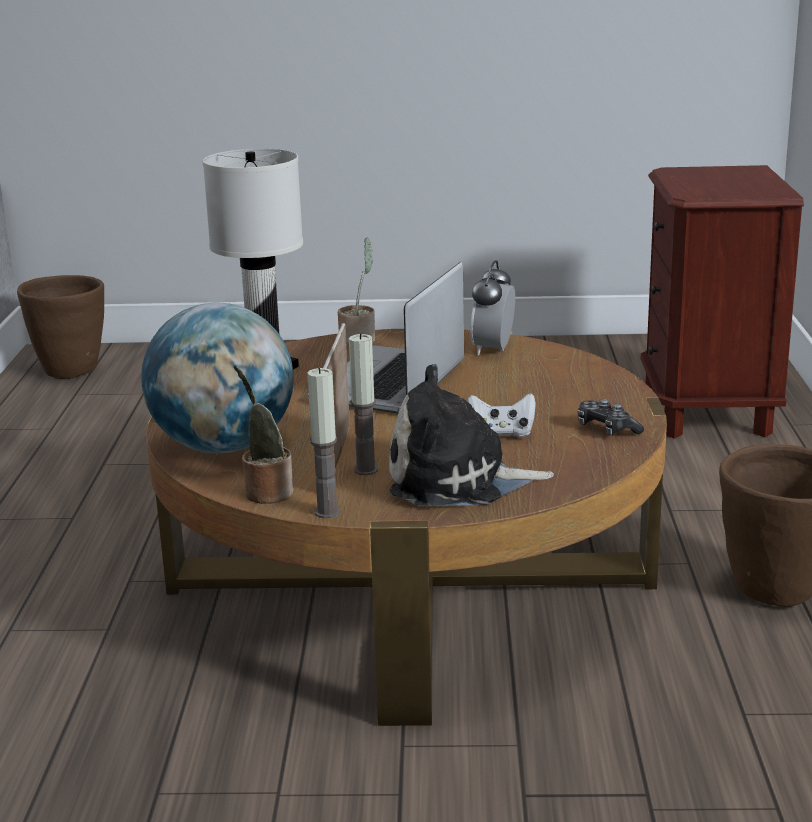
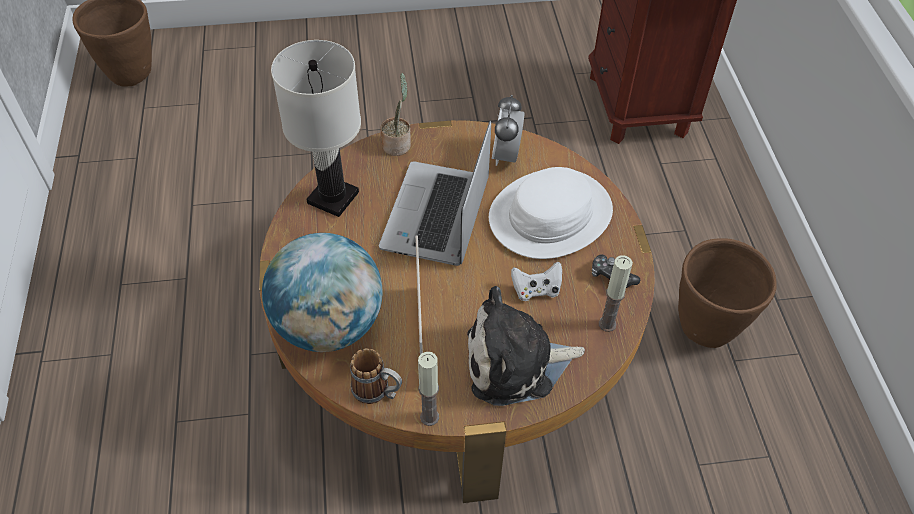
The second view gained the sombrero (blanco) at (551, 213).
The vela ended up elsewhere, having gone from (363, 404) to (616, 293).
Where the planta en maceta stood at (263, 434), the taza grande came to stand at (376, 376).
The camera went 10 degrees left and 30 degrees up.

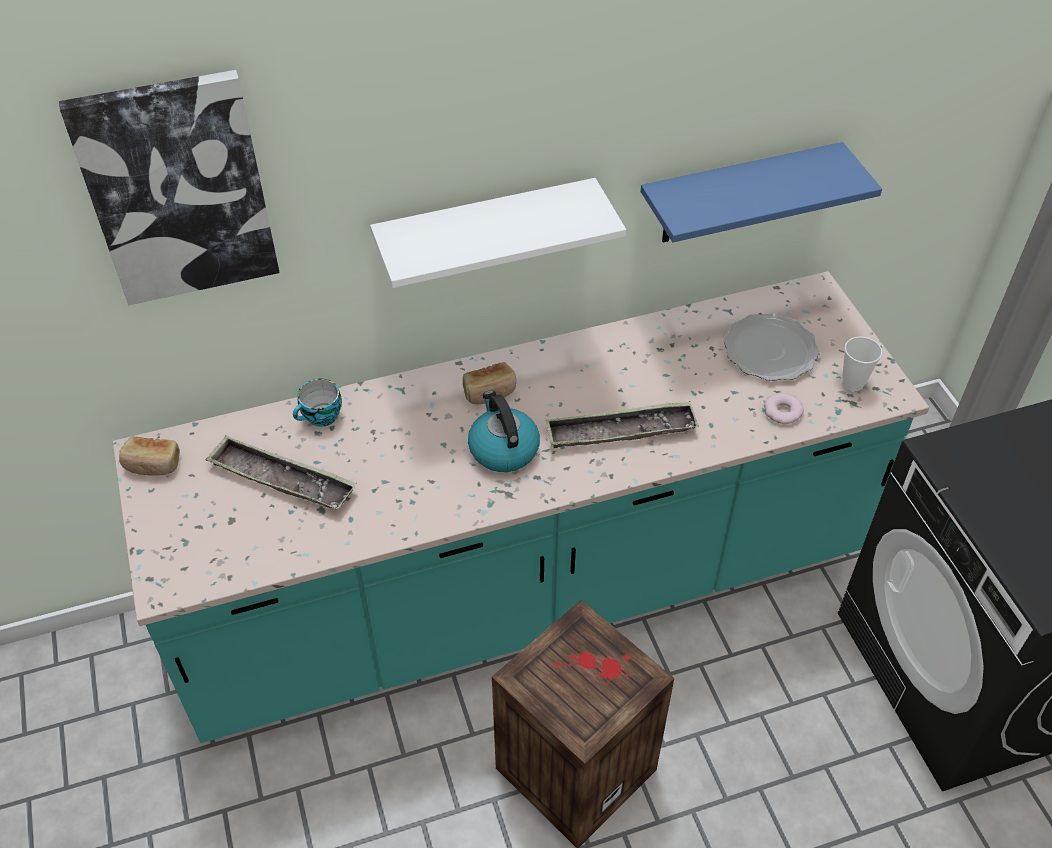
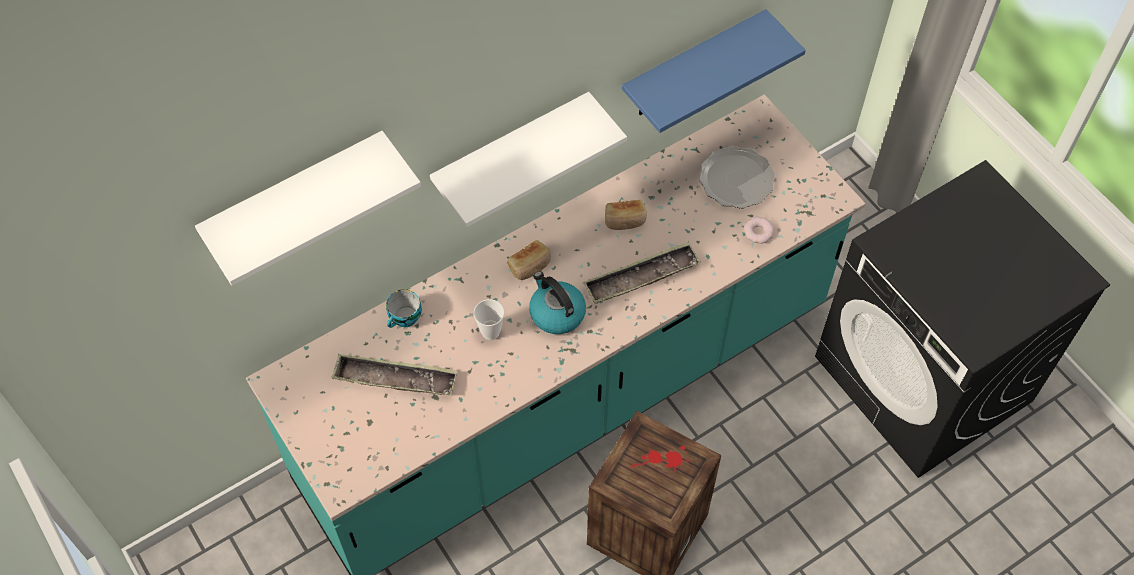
The pan ended up elsewhere, having gone from (149, 456) to (626, 215).
The taza ended up elsewhere, having gone from (862, 364) to (489, 319).
Where the cuadro hung at (169, 187), the estante (blanco) came to hang at (308, 208).
The camera went 15 degrees left and 10 degrees up.

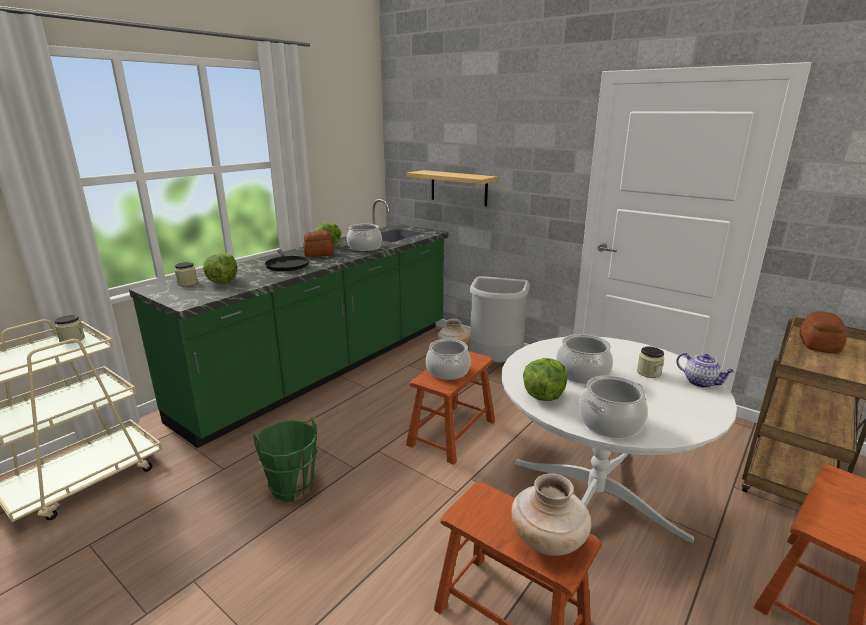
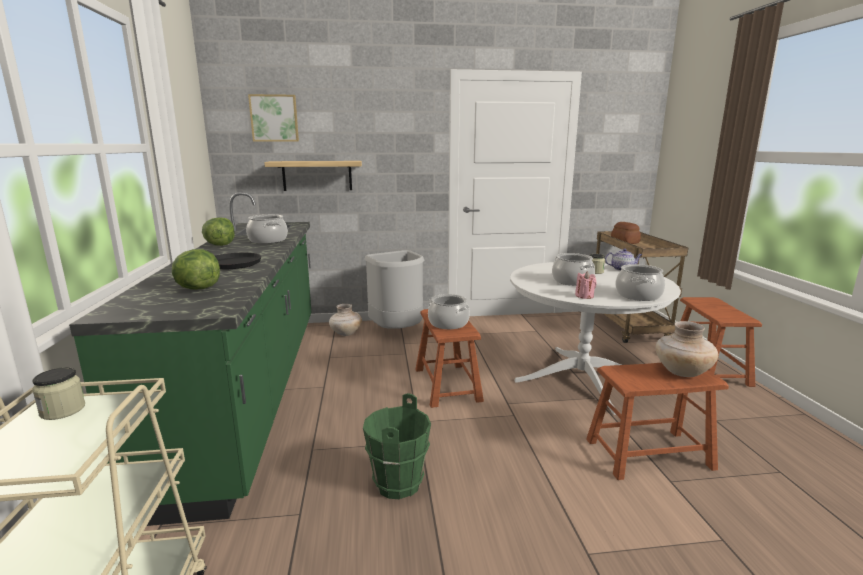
The second view lost the tarro at (186, 274).
The second view lost the pan at (318, 244).
The second view gained the cuadro at (273, 118).
Where the lechuga stood at (545, 379), the vela (rosa) came to stand at (586, 285).
The camera went 45 degrees left and 5 degrees down.

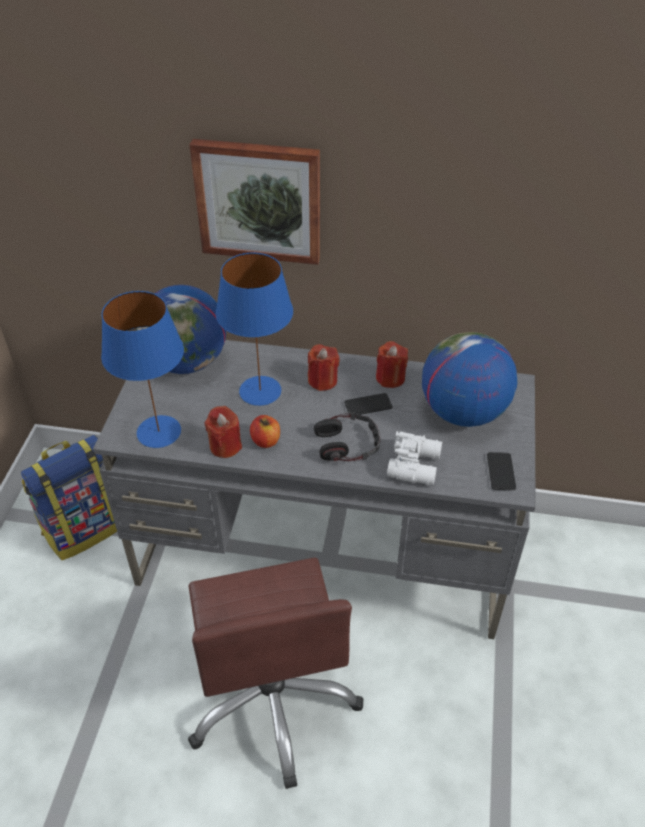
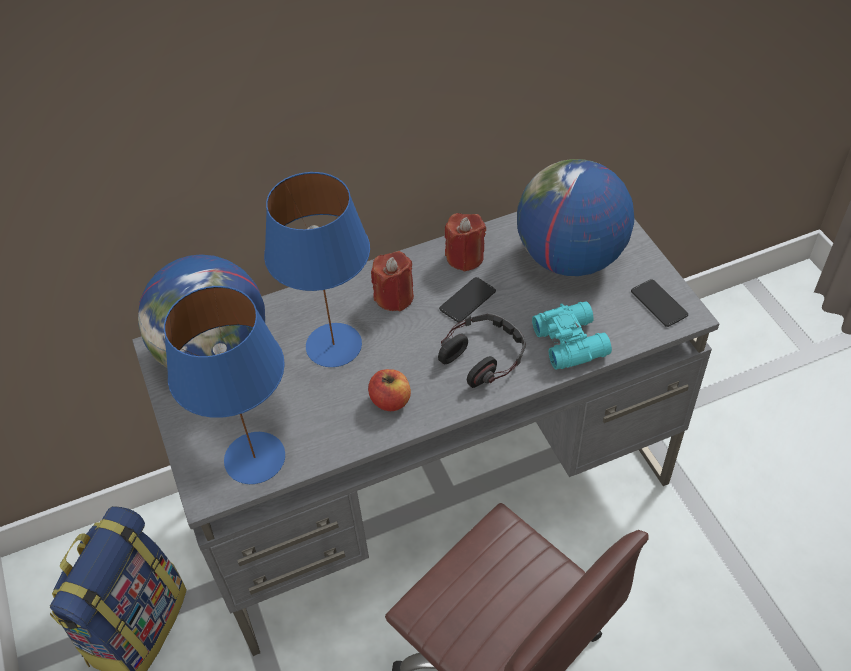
The second view lost the cuadro at (254, 202).
The second view lost the vela (rojo) at (223, 432).
What was the prismáticos (blanco) at (414, 458) turned into the prismáticos (turquesa) at (572, 335).
The camera went 30 degrees left and 5 degrees up.

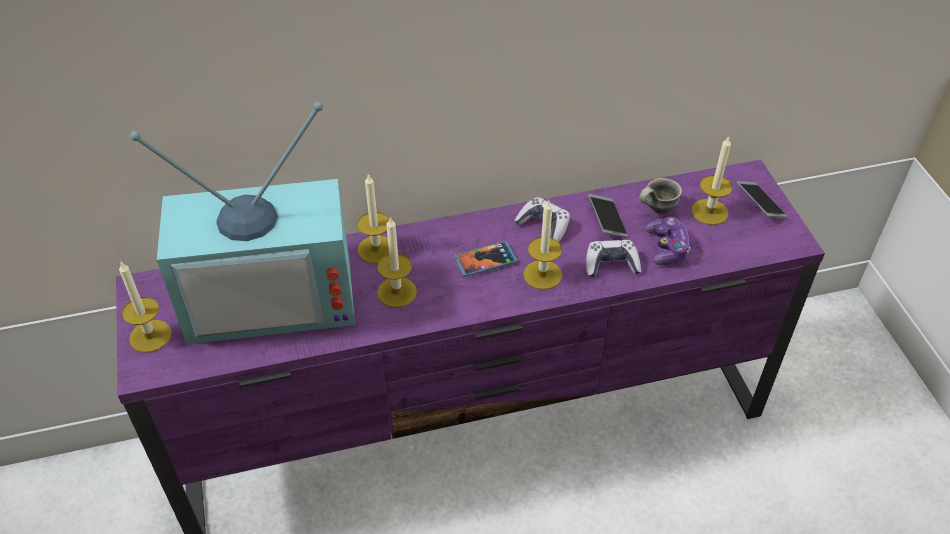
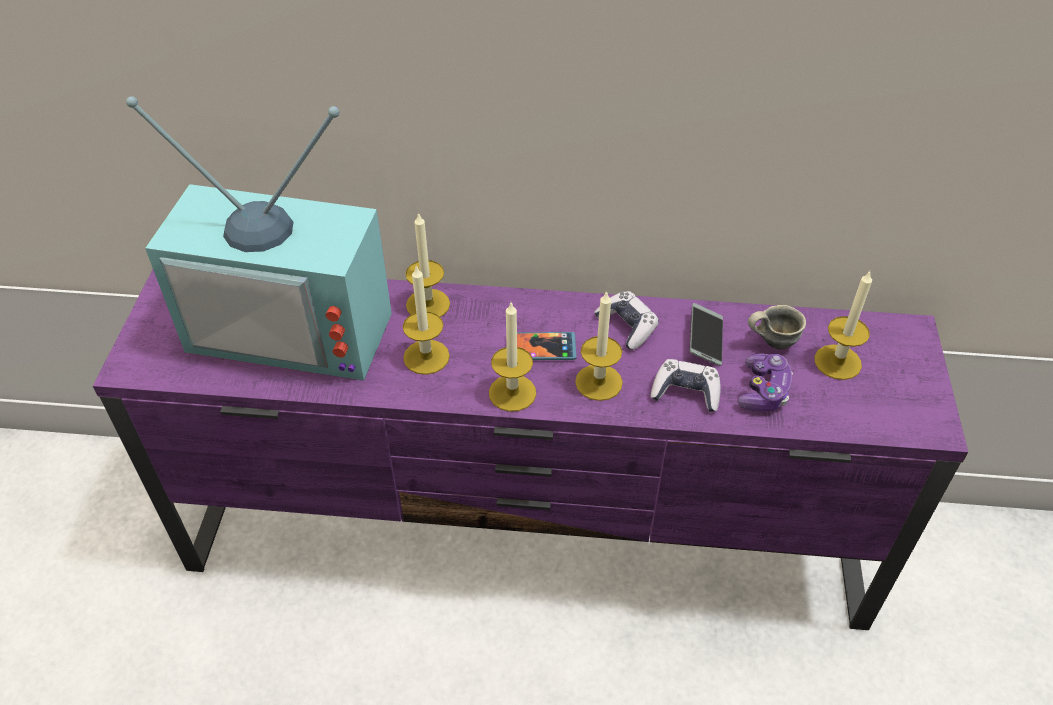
The second view lost the móvil at (762, 199).
The vela ended up elsewhere, having gone from (145, 307) to (512, 357).
The camera went 20 degrees right and 0 degrees up.

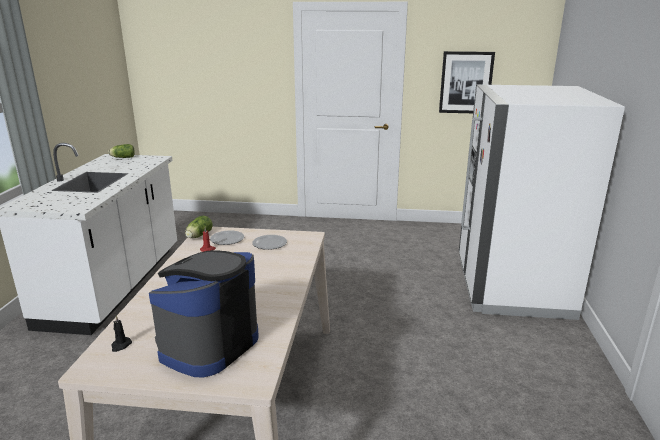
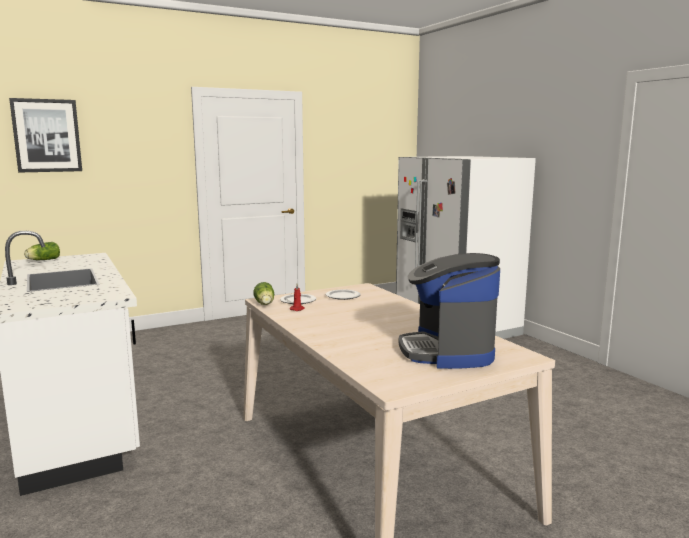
The second view lost the vela (negro) at (121, 333).
The cuadro ended up elsewhere, having gone from (467, 82) to (45, 135).
The camera went 35 degrees left and 10 degrees down.

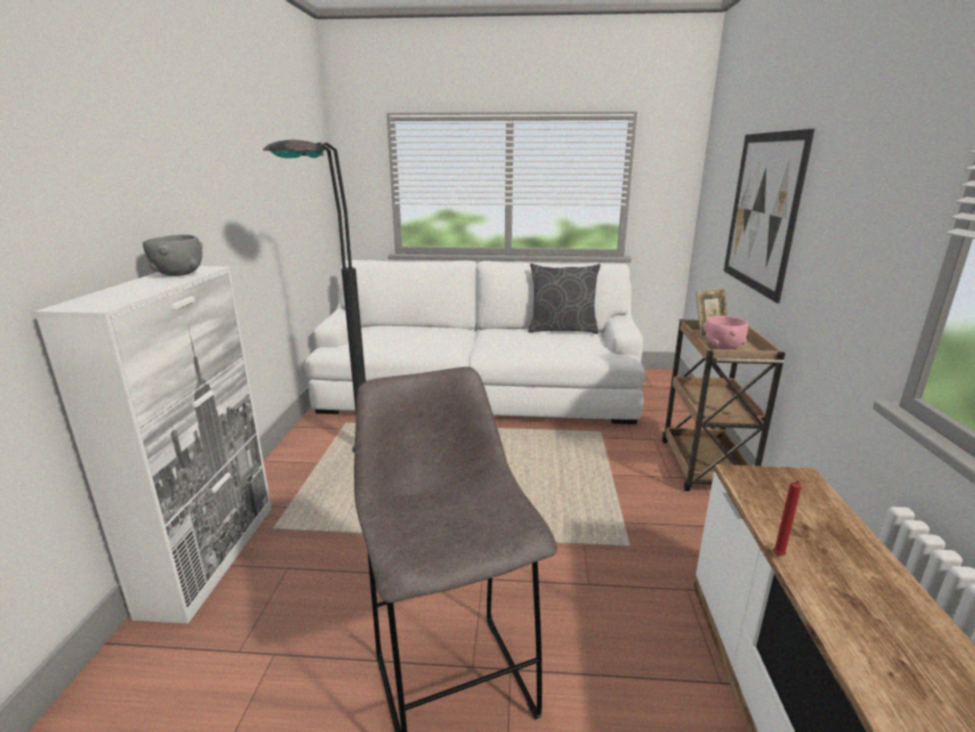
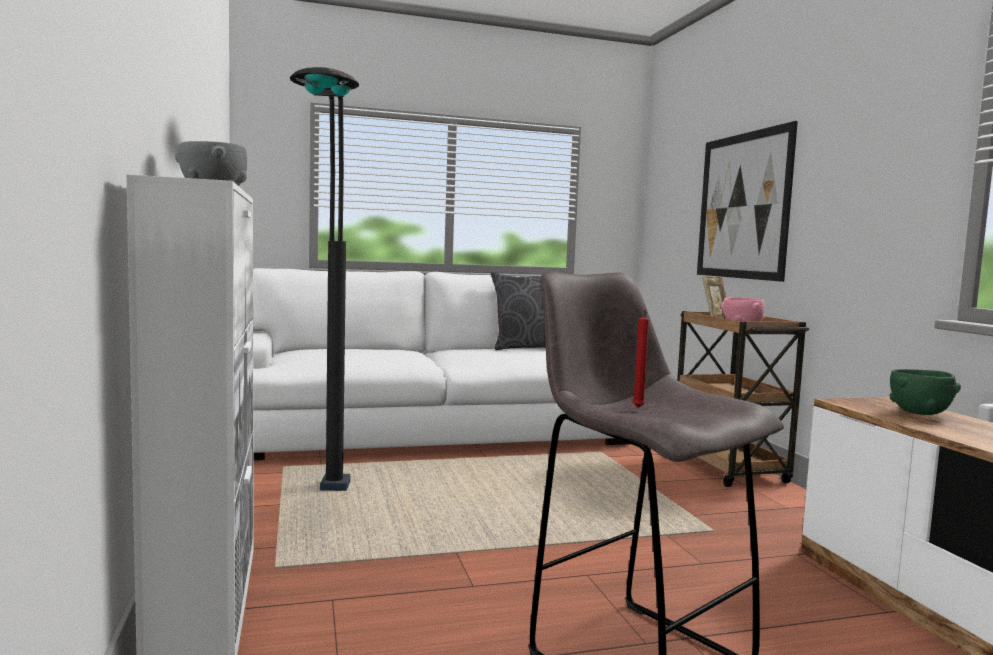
The second view gained the cuenco (verde) at (925, 392).
The vela (rojo) ended up elsewhere, having gone from (787, 518) to (640, 358).
The camera went 20 degrees left and 15 degrees down.

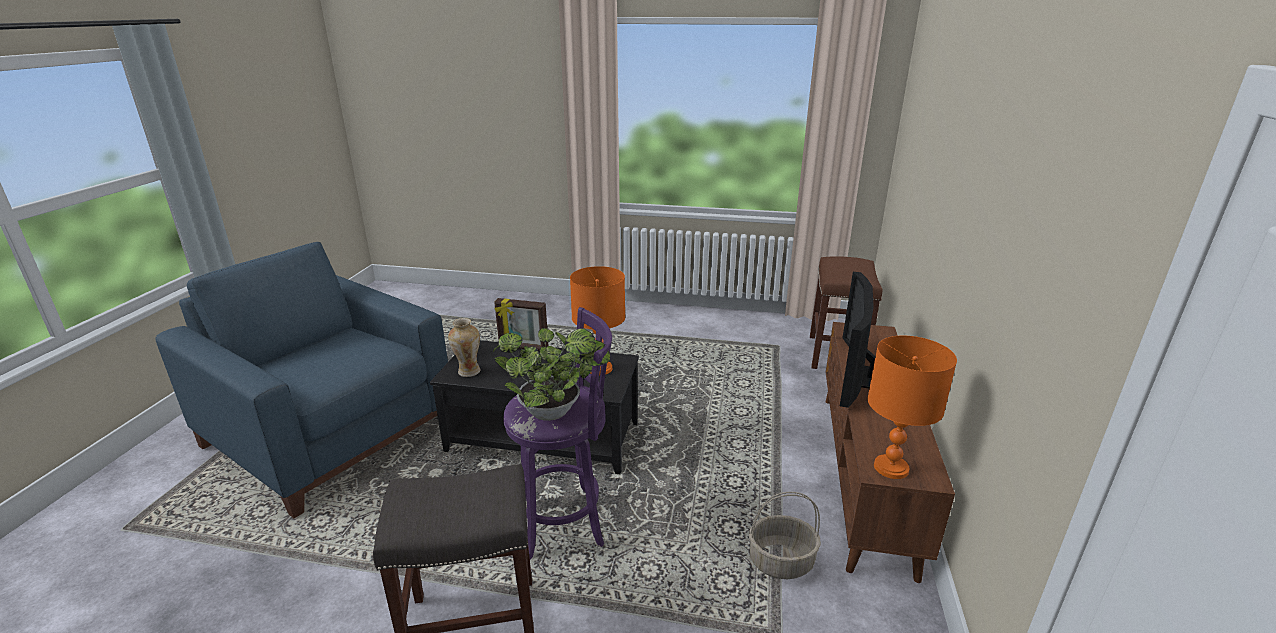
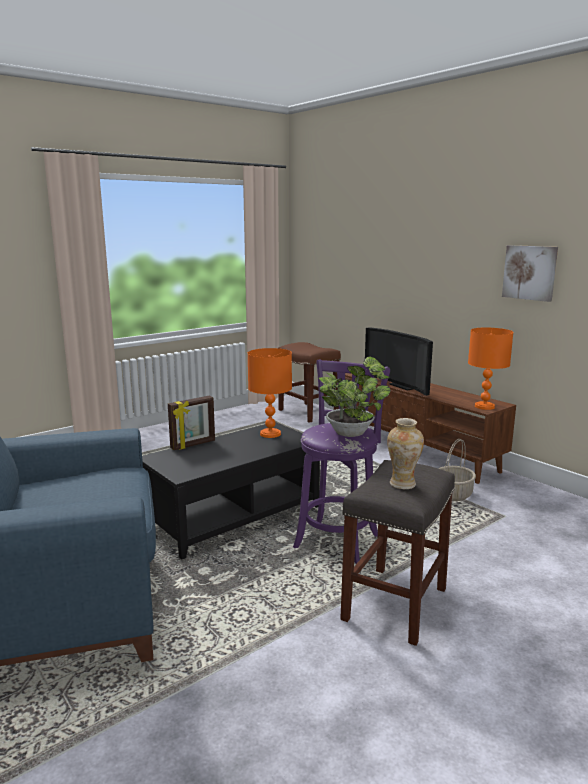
The second view gained the cuadro at (530, 273).
The florero ended up elsewhere, having gone from (464, 347) to (405, 453).
The camera went 50 degrees left and 10 degrees down.

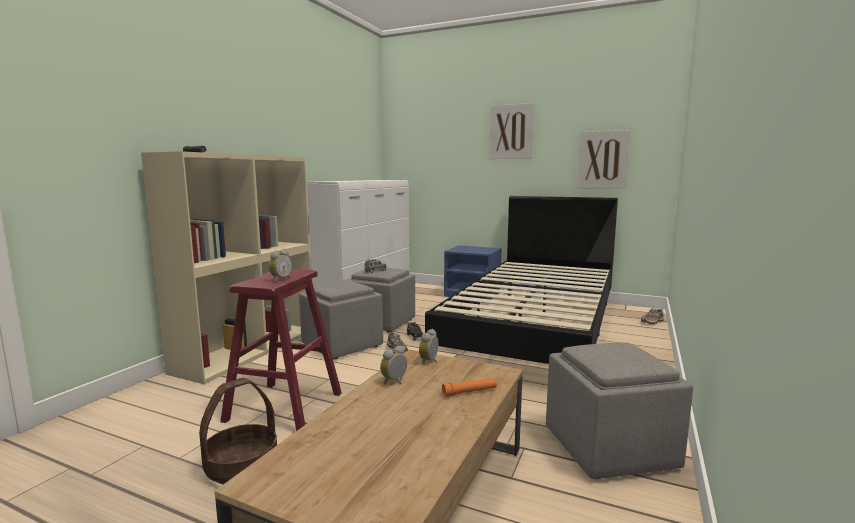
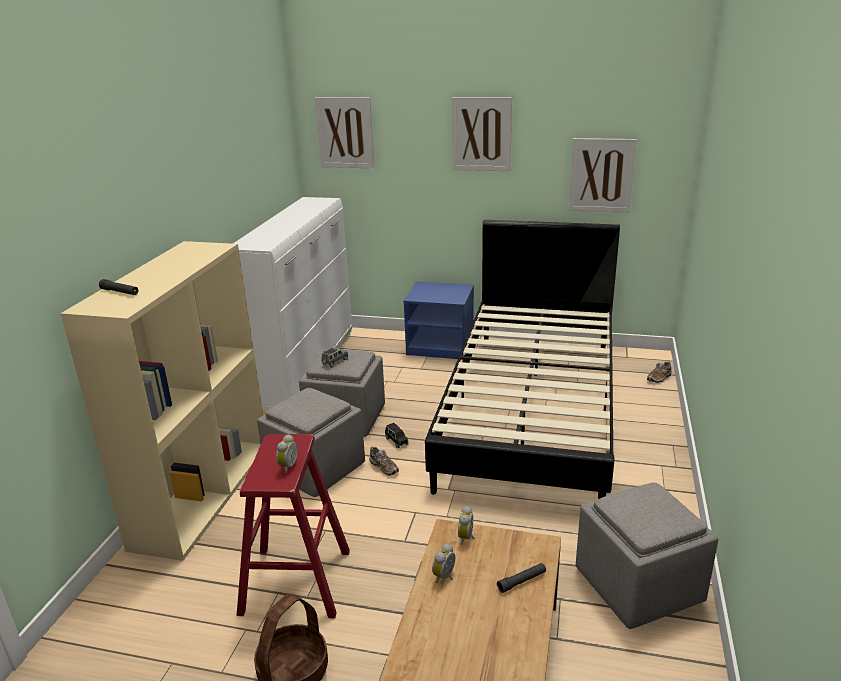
The second view gained the cuadro at (344, 132).
What was the linterna (naranja) at (469, 387) turned into the linterna (negro) at (521, 578).
The camera went 10 degrees left and 15 degrees up.

